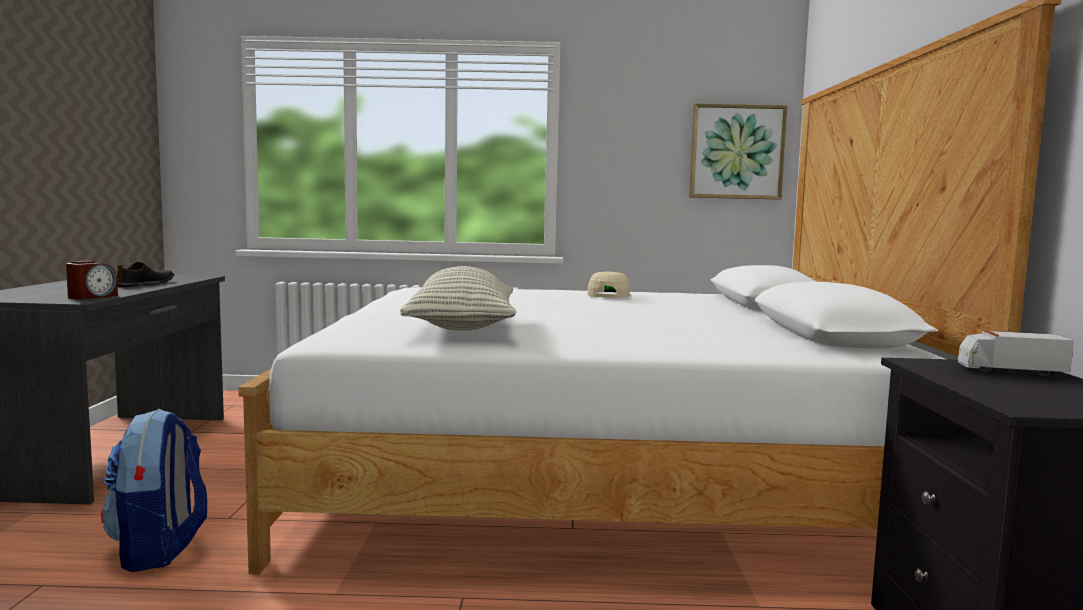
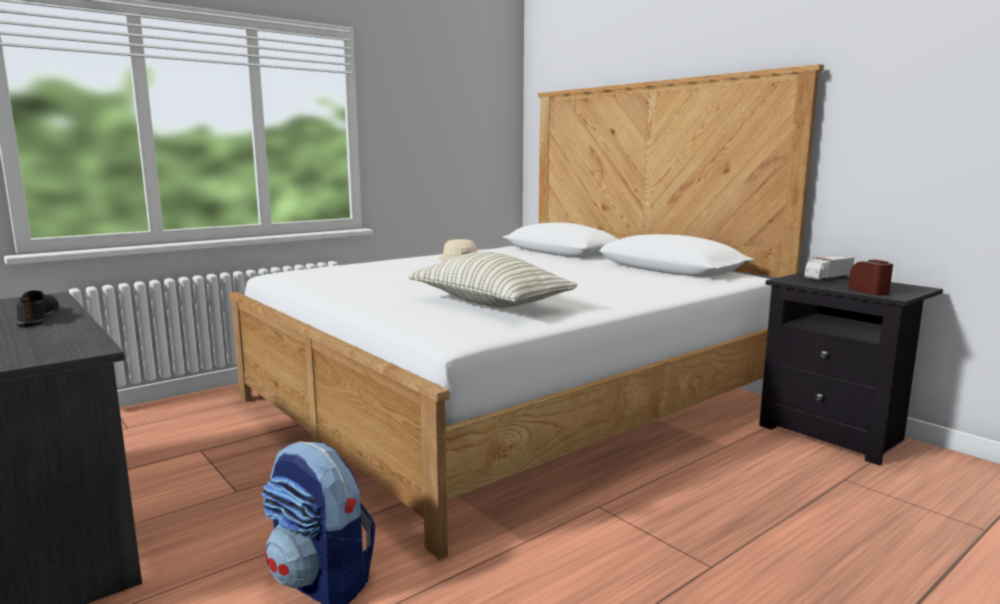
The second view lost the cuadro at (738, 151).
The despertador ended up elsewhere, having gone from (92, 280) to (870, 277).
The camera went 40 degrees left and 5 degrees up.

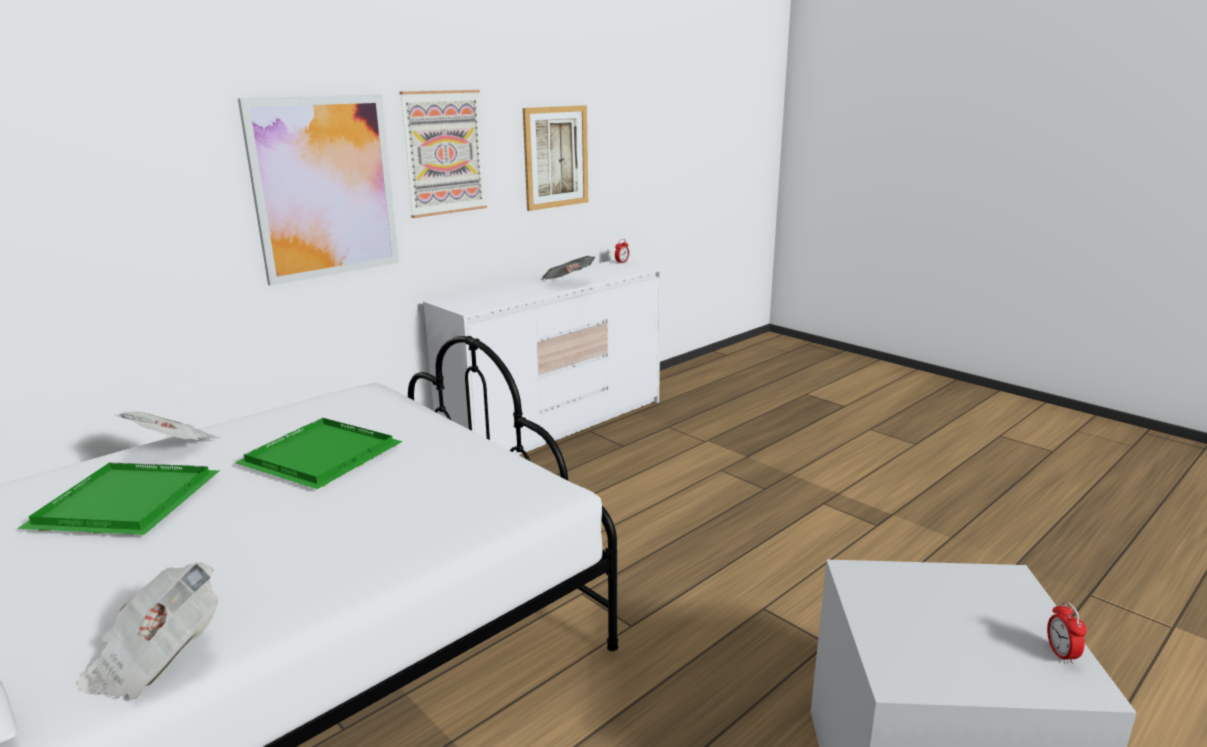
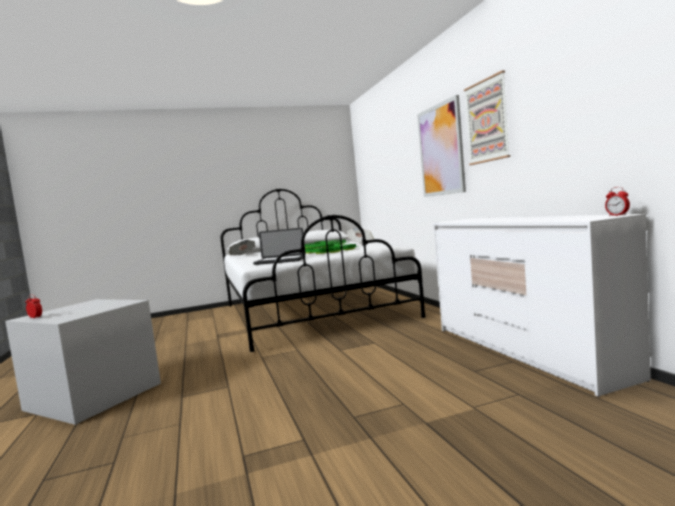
The second view lost the cuadro at (555, 158).
The second view lost the periódico at (568, 268).
The second view gained the portátil at (279, 246).
The camera went 115 degrees right and 15 degrees down.

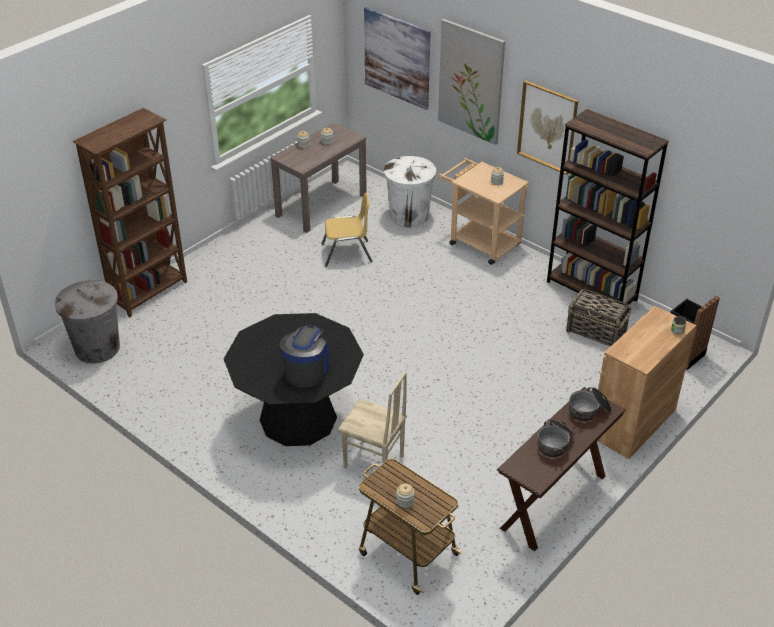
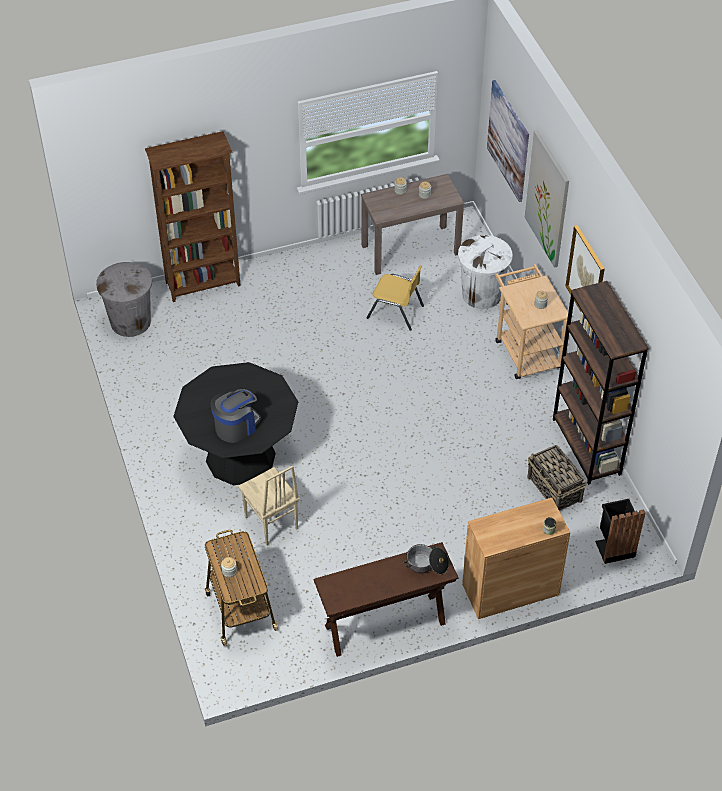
The second view lost the olla at (556, 438).
The camera went 30 degrees right and 10 degrees up.

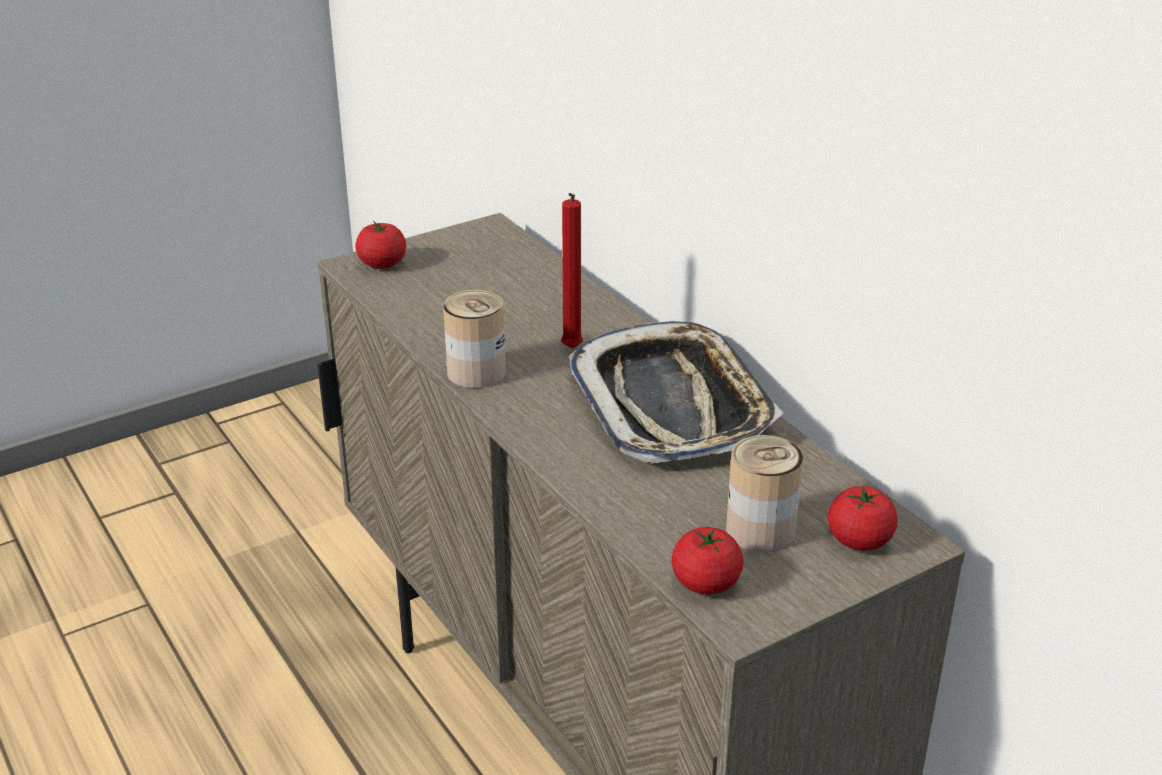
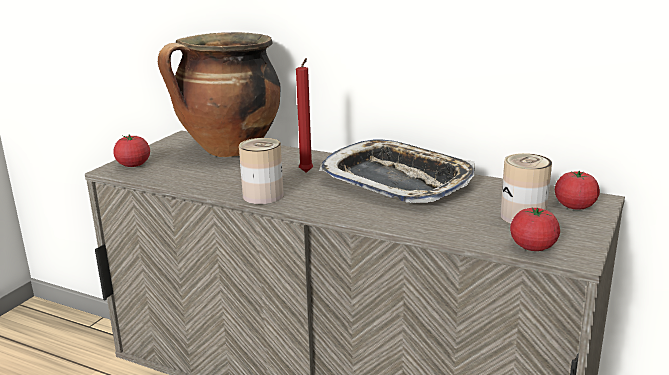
The second view gained the olla at (219, 94).
The camera went 30 degrees left and 10 degrees down.

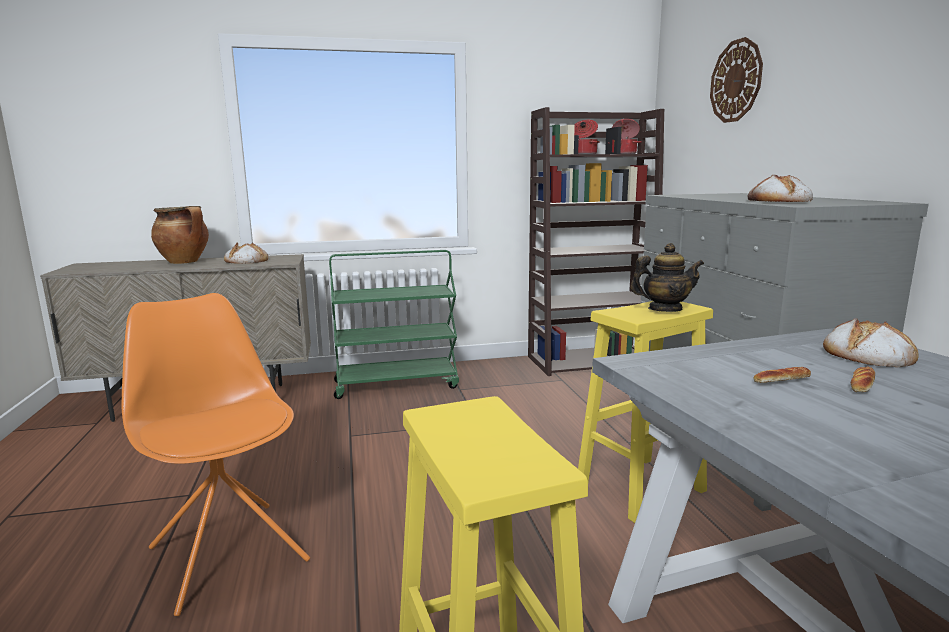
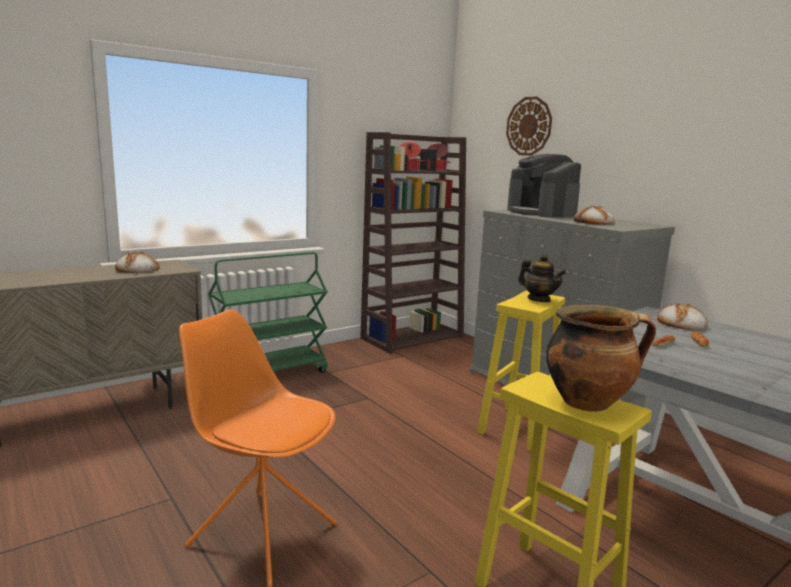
The second view gained the cafetera at (544, 186).
The olla ended up elsewhere, having gone from (180, 235) to (601, 358).
The tetera at (667, 277) ended up facing another way, 75 degrees clockwise from before.
The camera went 25 degrees left and 0 degrees up.

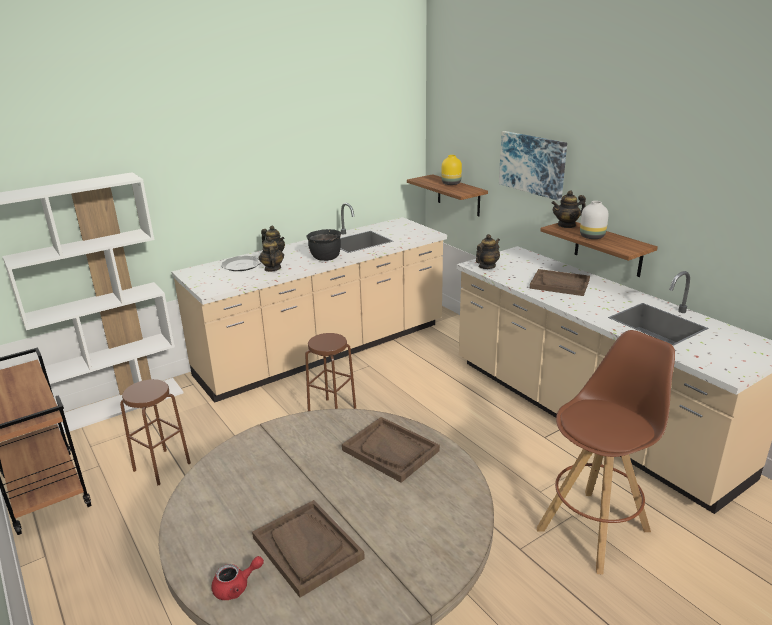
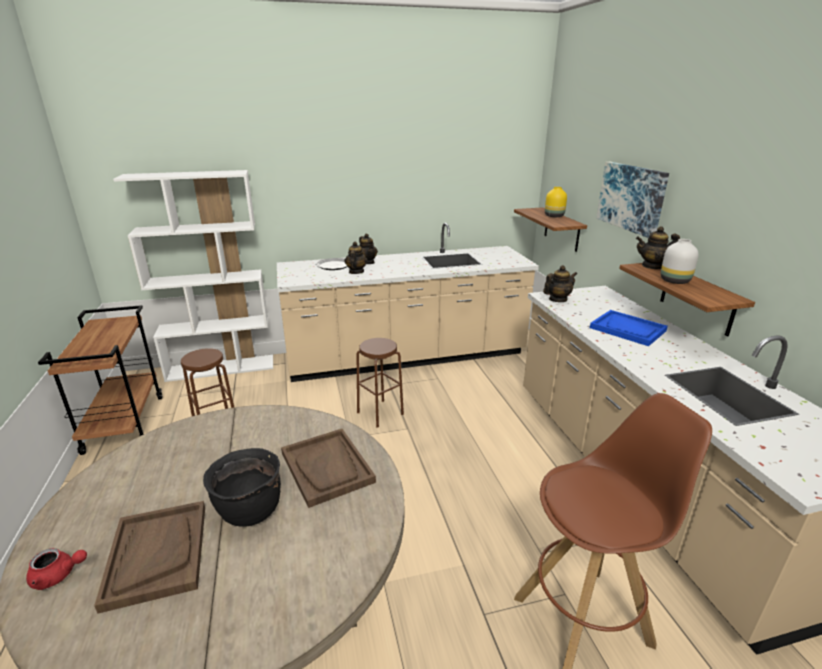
The olla (negro) ended up elsewhere, having gone from (323, 245) to (242, 487).
What was the bandeja (marrón) at (560, 282) turned into the bandeja (azul) at (629, 328).
The camera went 20 degrees right and 0 degrees up.

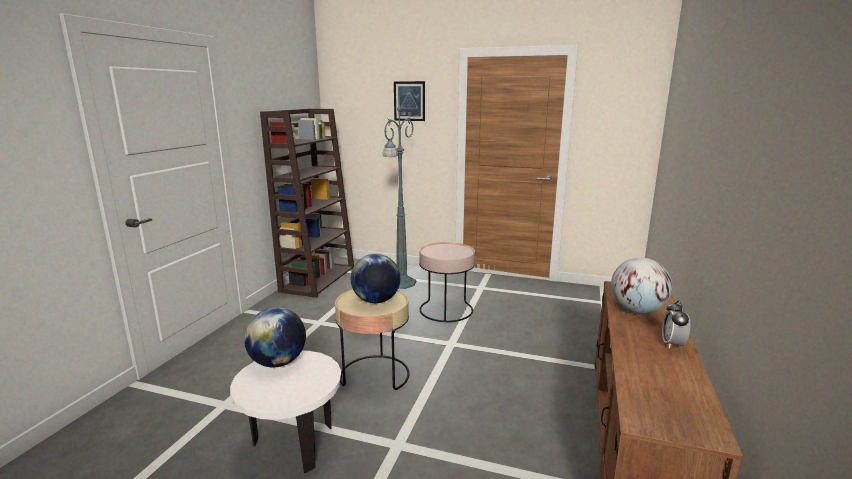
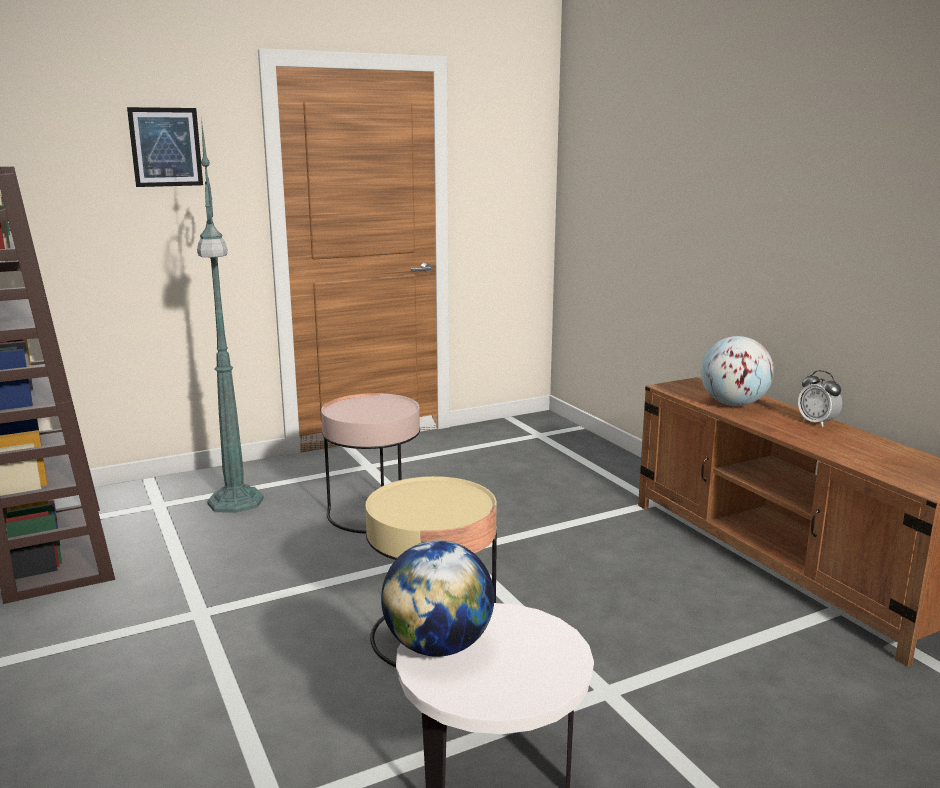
The second view lost the globo terráqueo at (375, 278).
The camera went 45 degrees left and 0 degrees up.

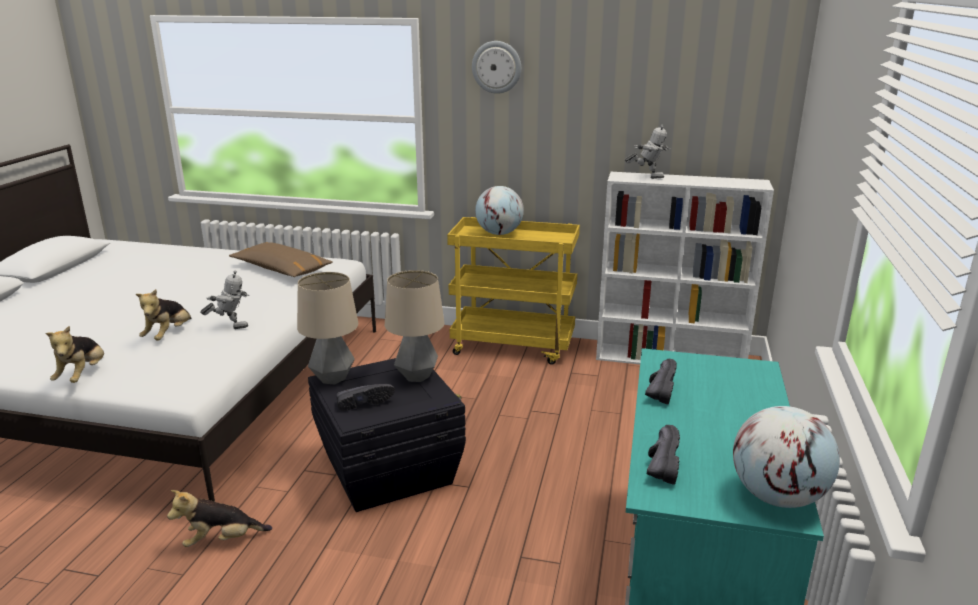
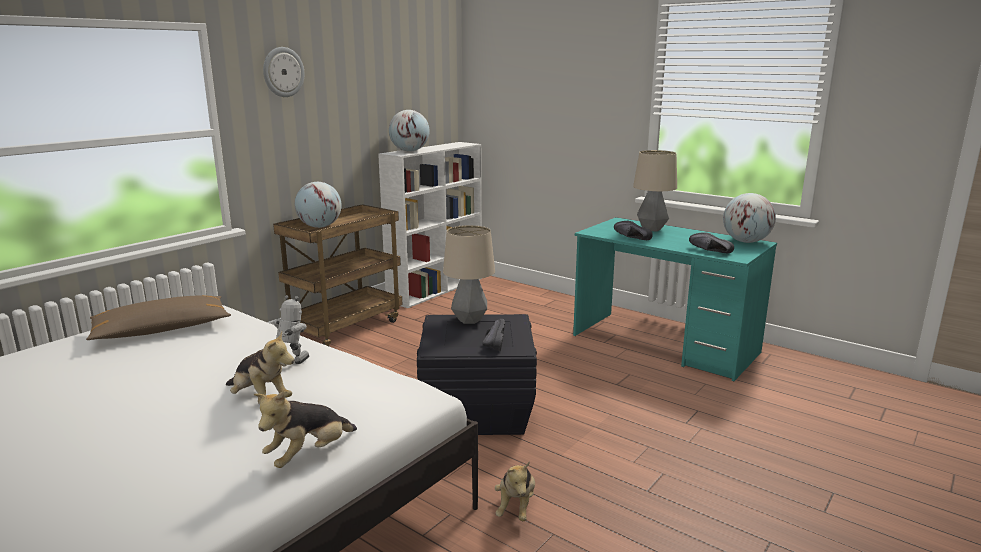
The lámpara de mesa ended up elsewhere, having gone from (327, 328) to (655, 190).
Where the robot de juguete stood at (647, 151), the globo terráqueo came to stand at (409, 131).
What was the carrito (amarillo) at (513, 291) turned into the carrito (marrón) at (338, 275).
The peluche at (75, 354) ended up facing another way, 105 degrees clockwise from before.
The camera went 65 degrees left and 5 degrees down.

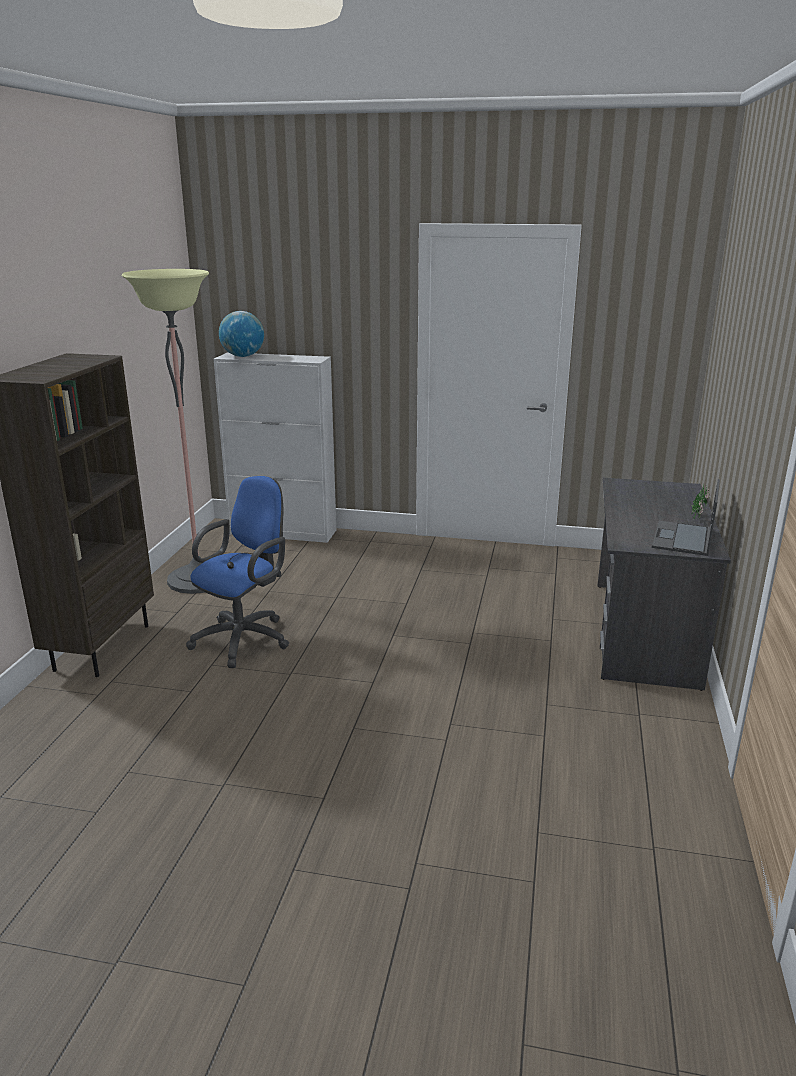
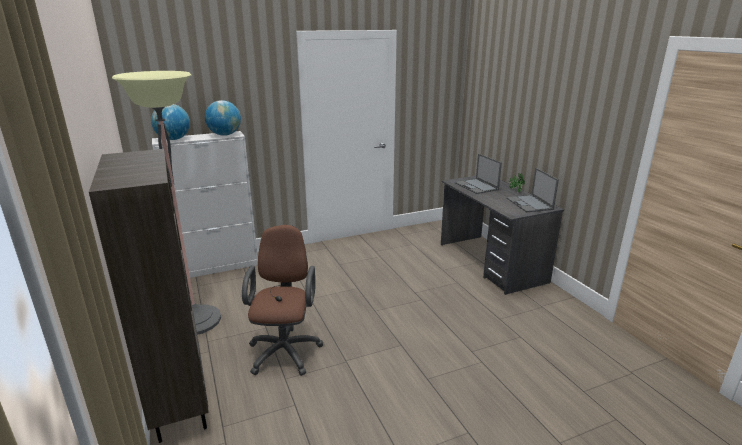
The second view gained the globo terráqueo at (223, 118).
The second view gained the portátil at (478, 174).
What was the silla de oficina (azul) at (237, 572) turned into the silla de oficina (marrón) at (283, 300).
The camera went 35 degrees left and 0 degrees up.

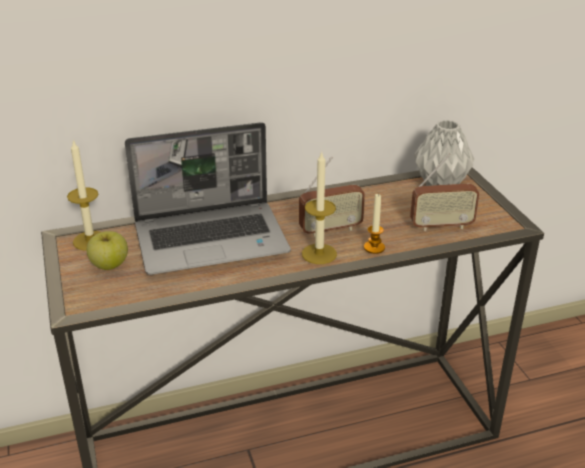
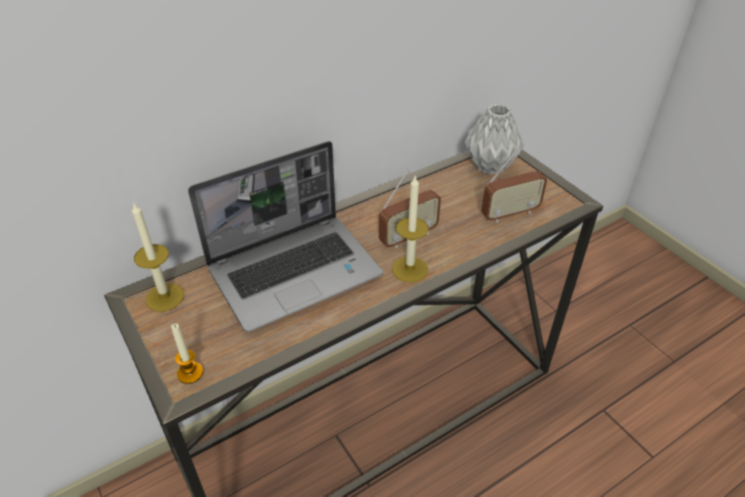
The second view lost the manzana at (107, 250).
The vela ended up elsewhere, having gone from (374, 224) to (187, 354).
The camera went 15 degrees left and 10 degrees up.

